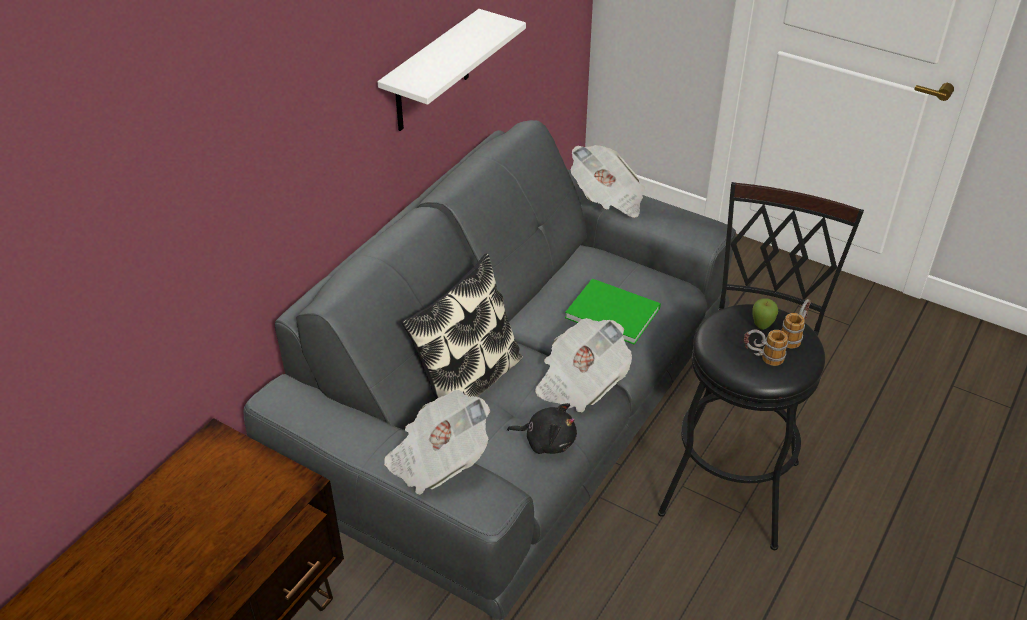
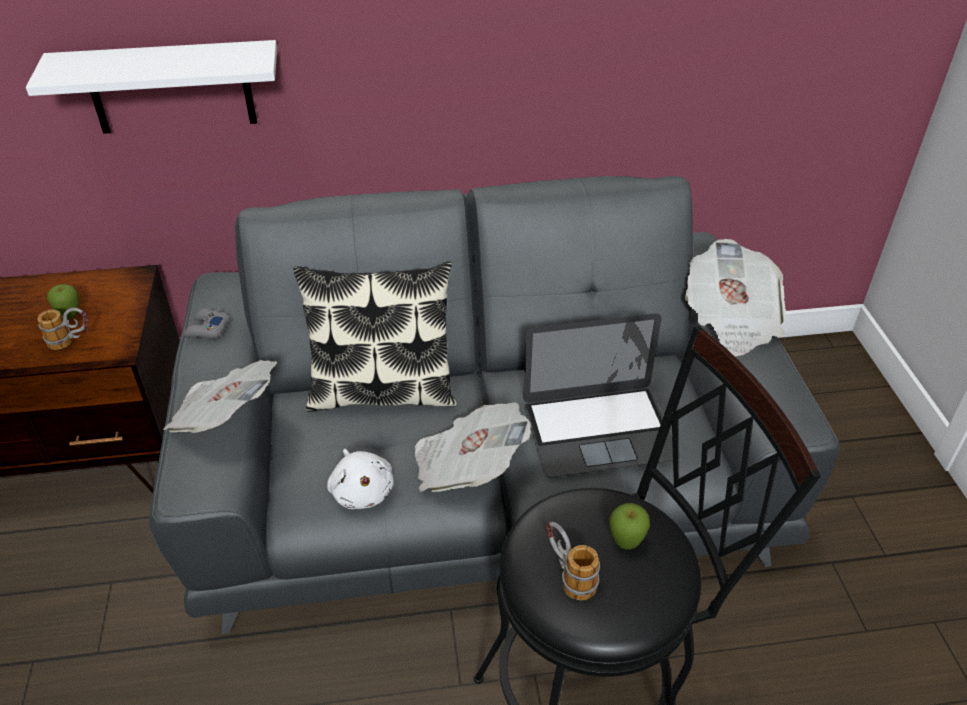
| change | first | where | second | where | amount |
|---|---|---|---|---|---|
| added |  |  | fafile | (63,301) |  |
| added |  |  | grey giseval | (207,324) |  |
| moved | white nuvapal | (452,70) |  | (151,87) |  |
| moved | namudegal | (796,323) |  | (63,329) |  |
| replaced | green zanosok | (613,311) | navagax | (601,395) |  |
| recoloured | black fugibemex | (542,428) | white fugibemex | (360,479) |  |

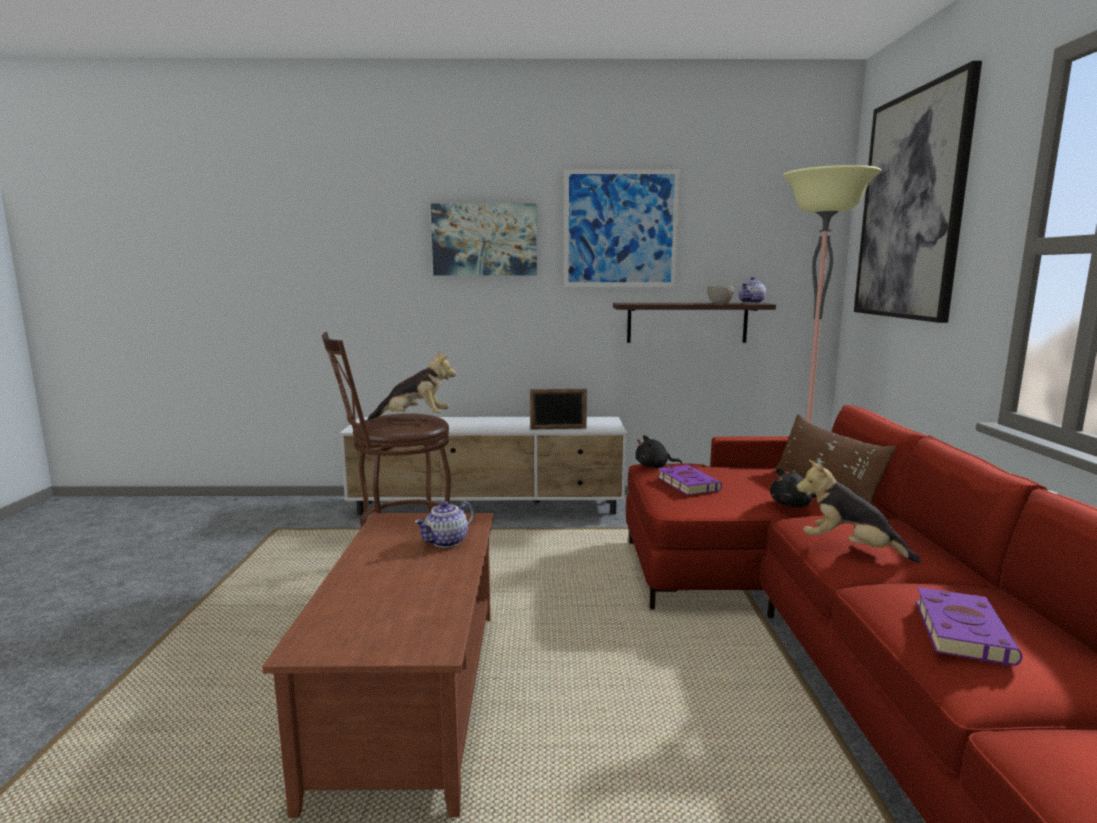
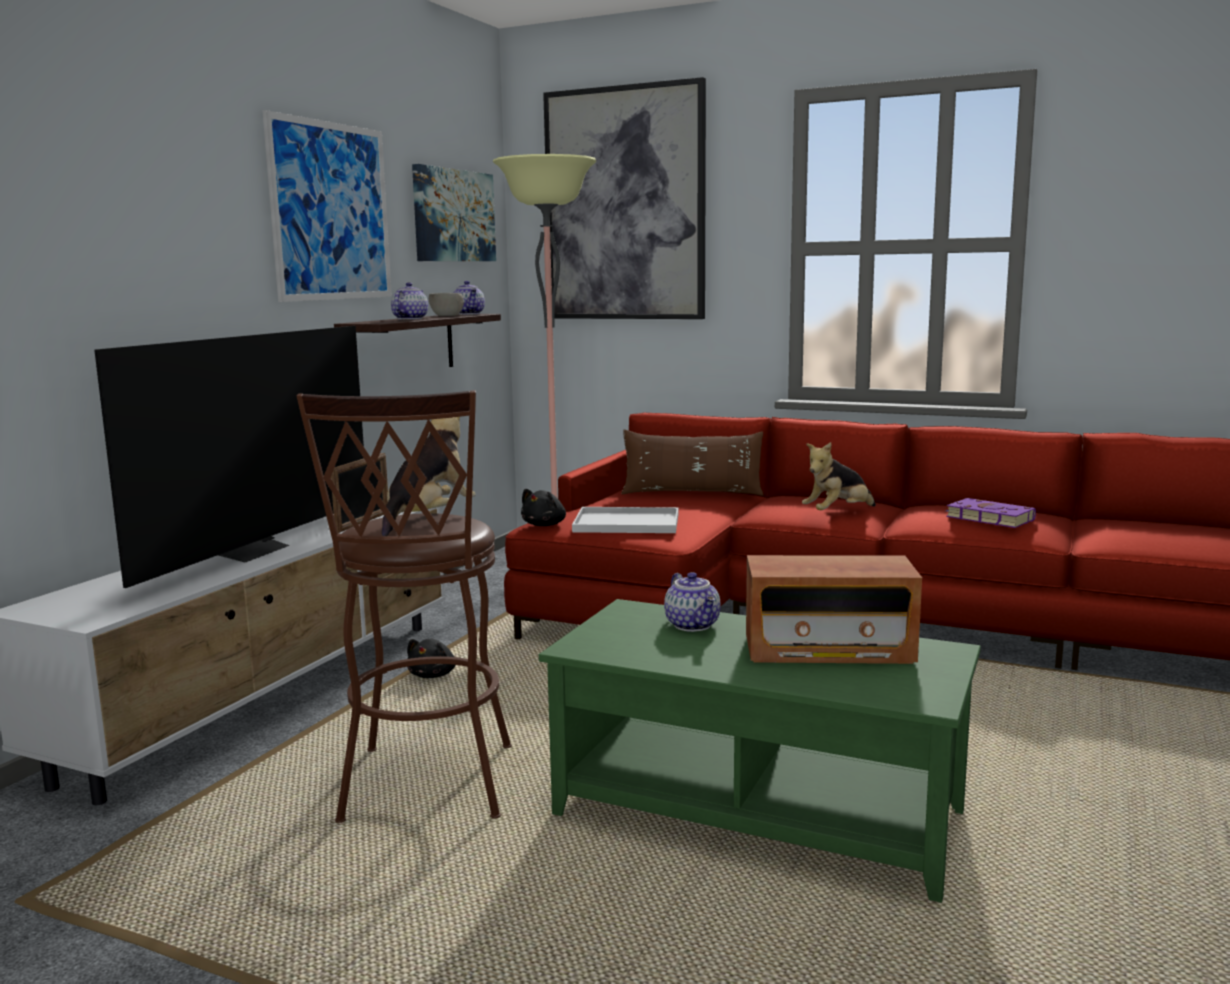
| change | first | where | second | where | amount |
|---|---|---|---|---|---|
| added |  |  | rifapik | (229,457) |  |
| added |  |  | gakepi | (409,301) |  |
| added |  |  | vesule | (834,609) |  |
| moved | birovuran | (484,239) |  | (454,212) |  |
| moved | black fugibemex | (793,488) |  | (431,658) |  |
| replaced | purple zanosok | (689,480) | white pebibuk | (625,520) |  |
| recoloured | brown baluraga | (378,665) | green baluraga | (760,751) |  |

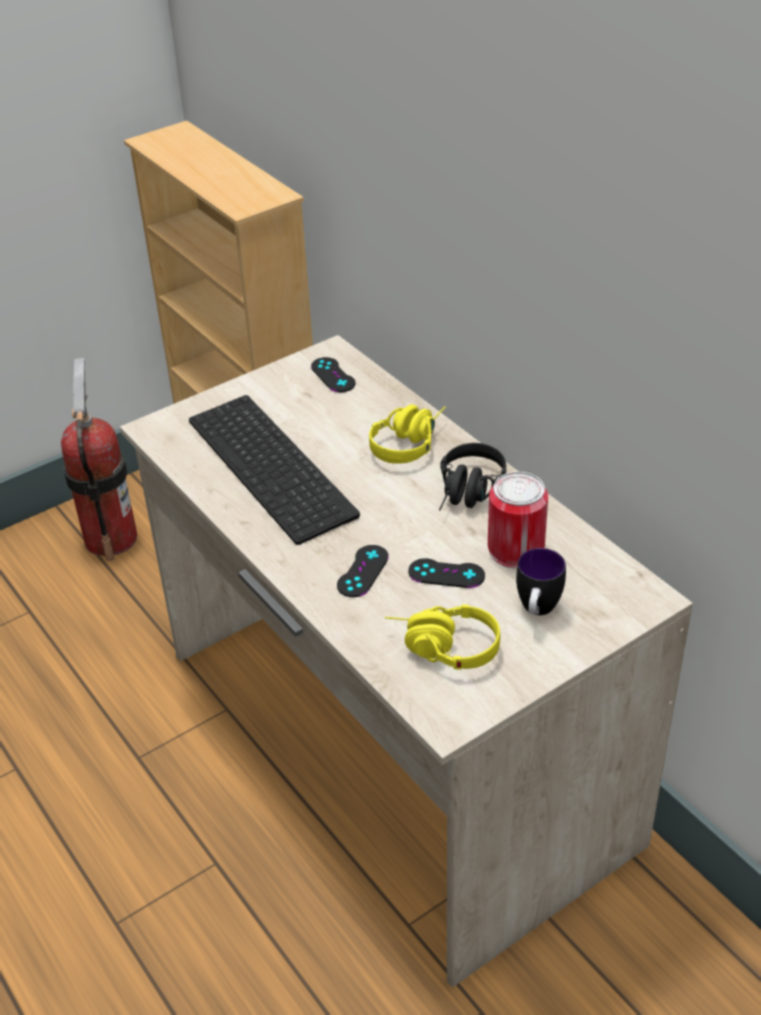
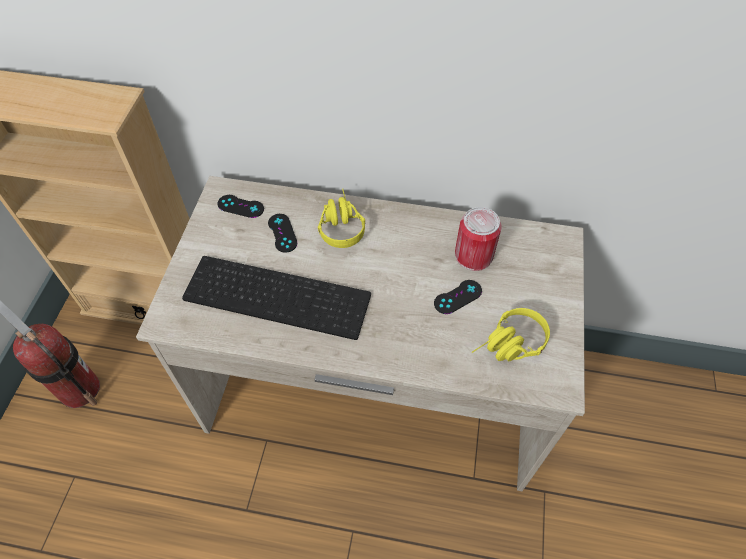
| change | first | where | second | where | amount |
|---|---|---|---|---|---|
| removed | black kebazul | (472,477) |  |  |  |
| removed | namudegal | (541,581) |  |  |  |
| moved | black giseval | (363,571) |  | (282,233) |  |

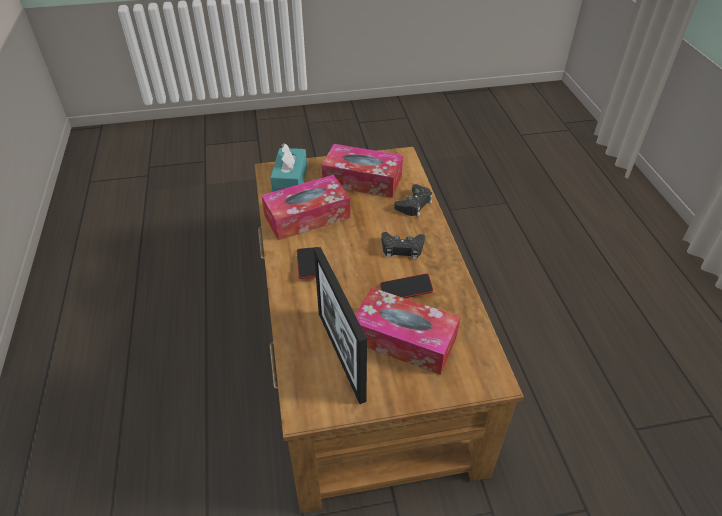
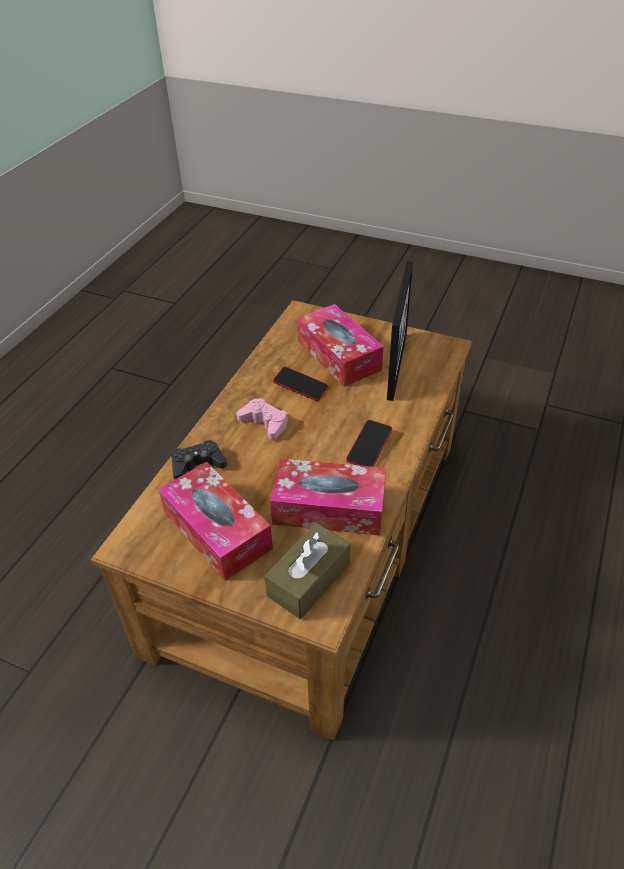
| change | first | where | second | where | amount |
|---|---|---|---|---|---|
| recoloured | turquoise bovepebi | (288,167) | brown bovepebi | (307,571) |  |
| recoloured | black giseval | (403,246) | pink giseval | (262,418) |  |

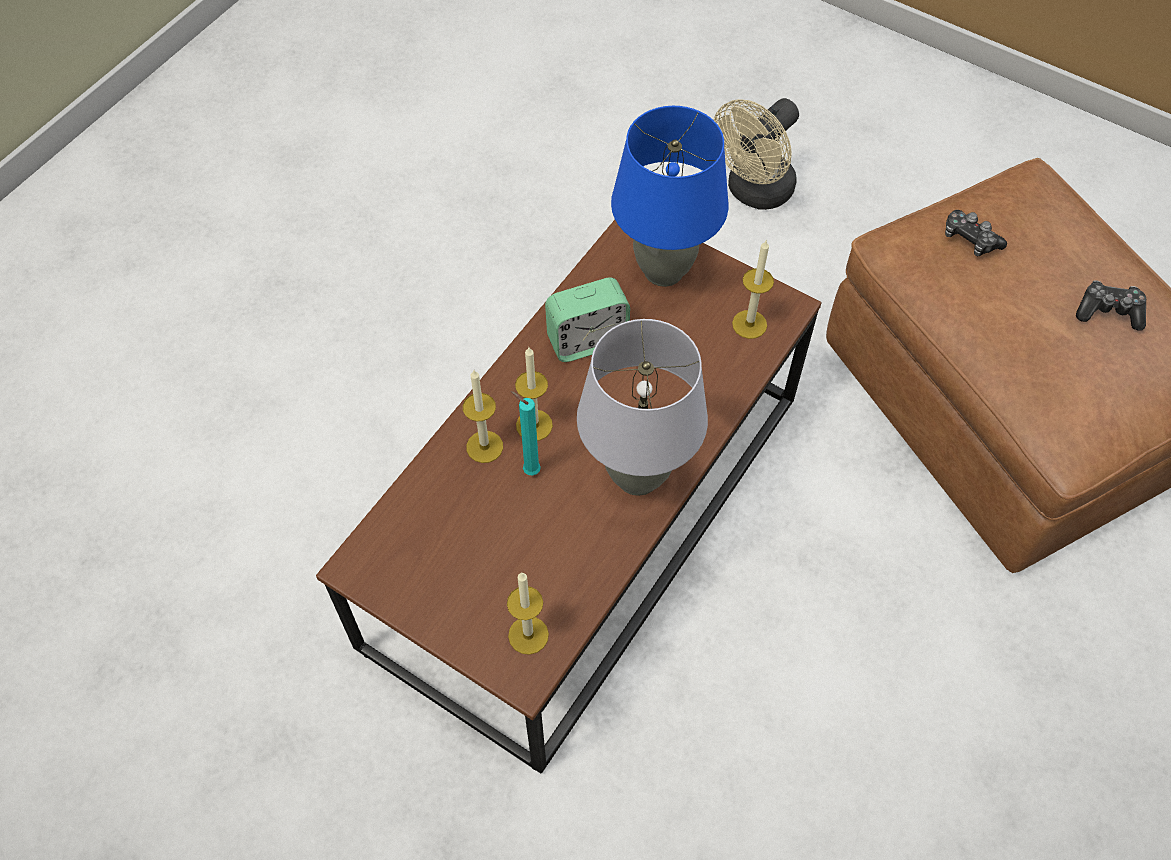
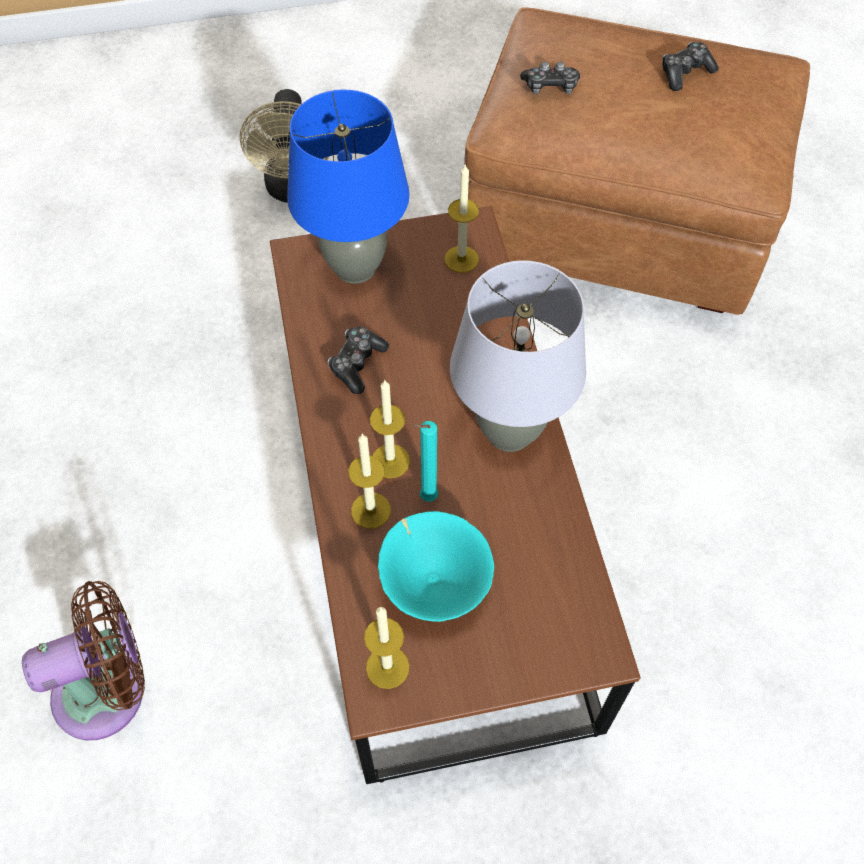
| change | first | where | second | where | amount |
|---|---|---|---|---|---|
| added |  |  | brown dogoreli | (83,660) |  |
| added |  |  | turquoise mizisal | (436,566) |  |
| moved | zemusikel | (528,614) |  | (387,648) |  |
| replaced | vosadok | (587,319) | giseval | (358,360) |  |

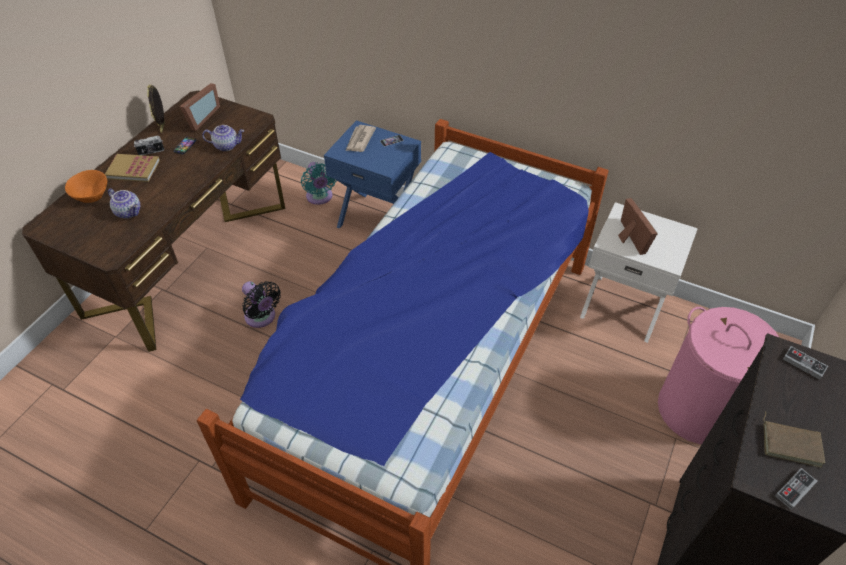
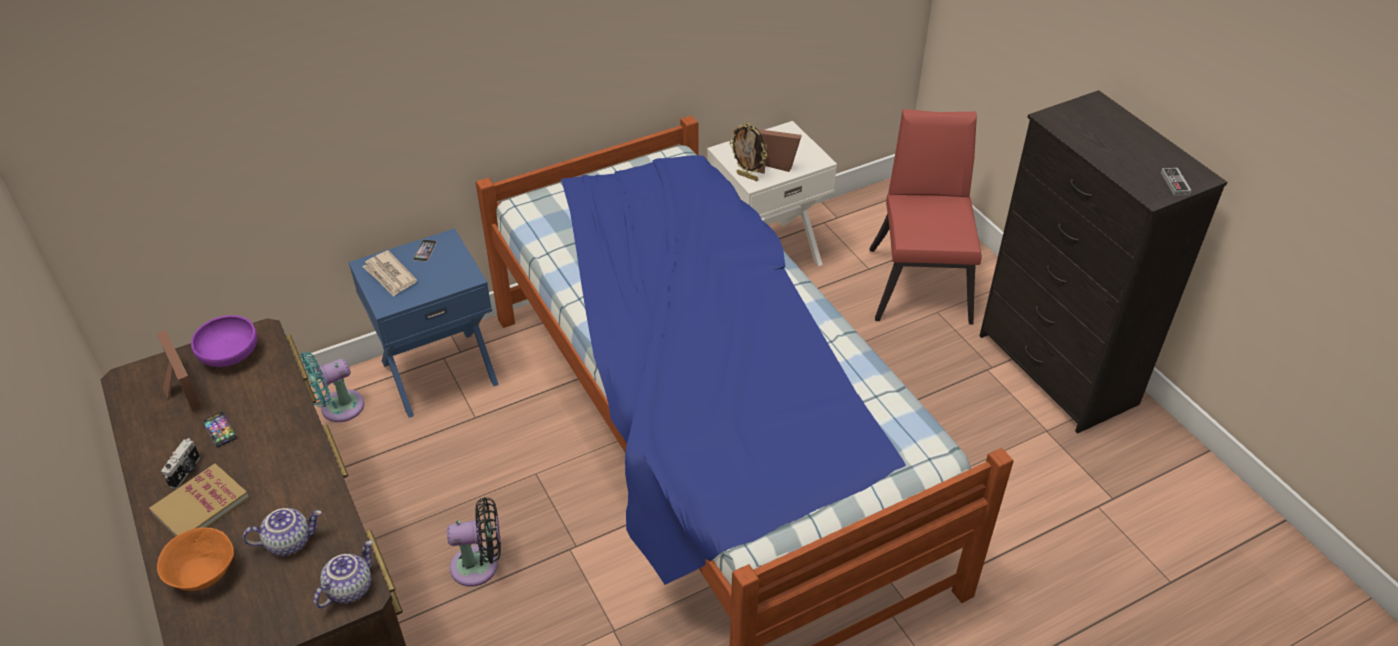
| change | first | where | second | where | amount |
|---|---|---|---|---|---|
| removed | brown zanosok | (794,439) |  |  |  |
| removed | giseval | (805,363) |  |  |  |
| added |  |  | purple mizisal | (224,341) |  |
| moved | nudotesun | (156,109) |  | (748,152) |  |
| moved | gakepi | (223,138) |  | (343,574) |  |
| replaced | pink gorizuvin | (718,375) | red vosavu | (926,216) |  |
| turned | turquoise dogoreli | (319,183) |  | (331,387) | 135 degrees clockwise |

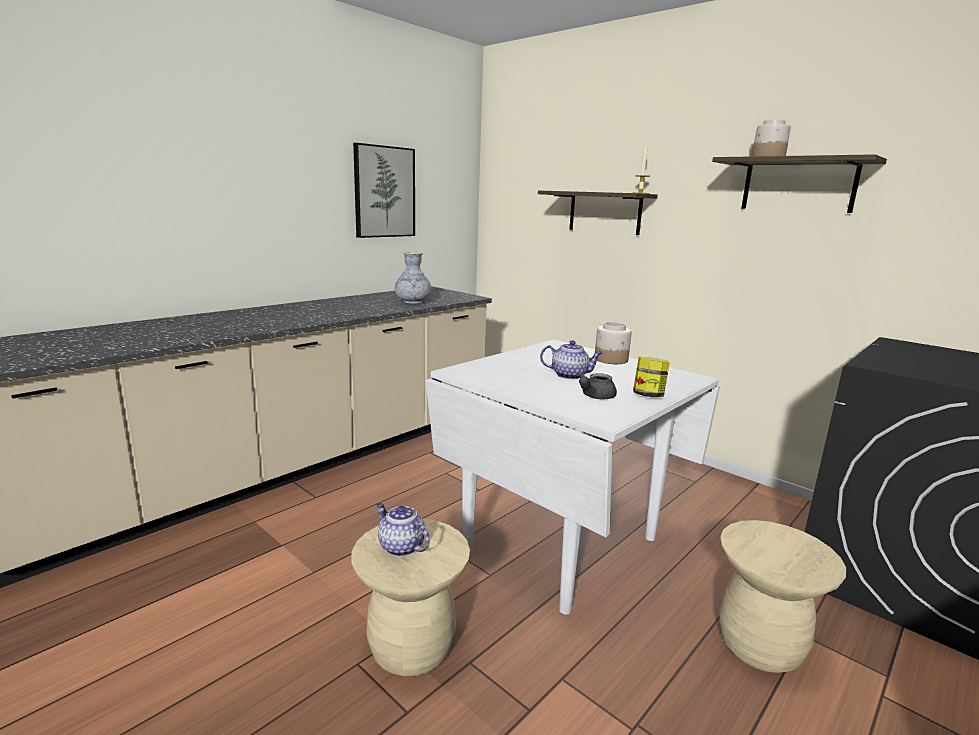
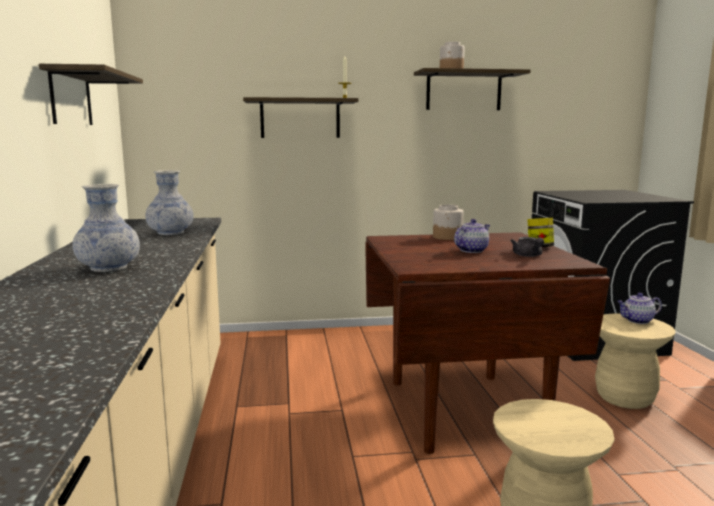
| change | first | where | second | where | amount |
|---|---|---|---|---|---|
| added |  |  | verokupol | (106,228) |  |
| moved | gakepi | (403,530) |  | (639,308) |  |
| replaced | birovuran | (384,190) | nuvapal | (91,94) |  |
| recoloured | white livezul | (572,477) | brown livezul | (487,343) |  |

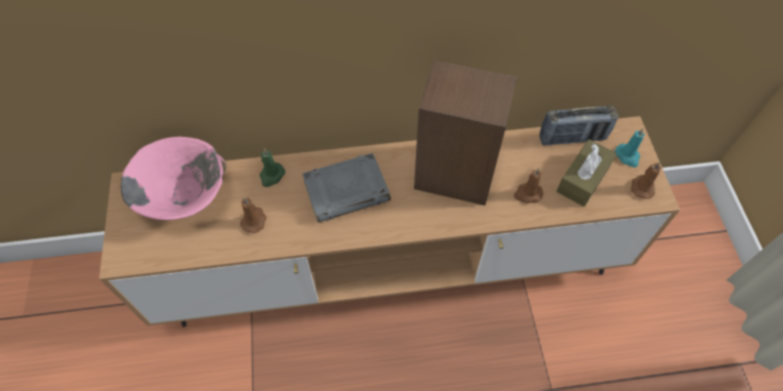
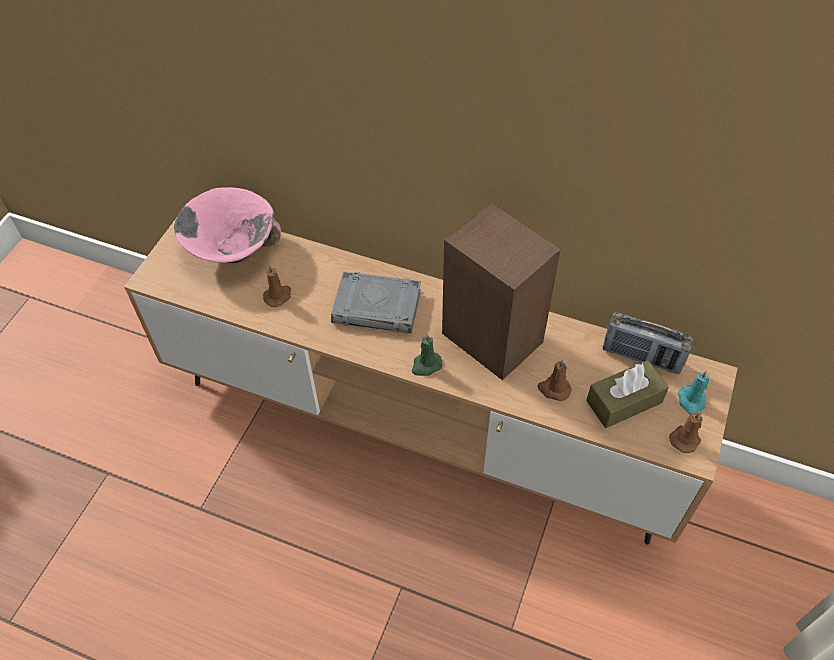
| change | first | where | second | where | amount |
|---|---|---|---|---|---|
| moved | green zemusikel | (272,167) |  | (427,355) |  |

